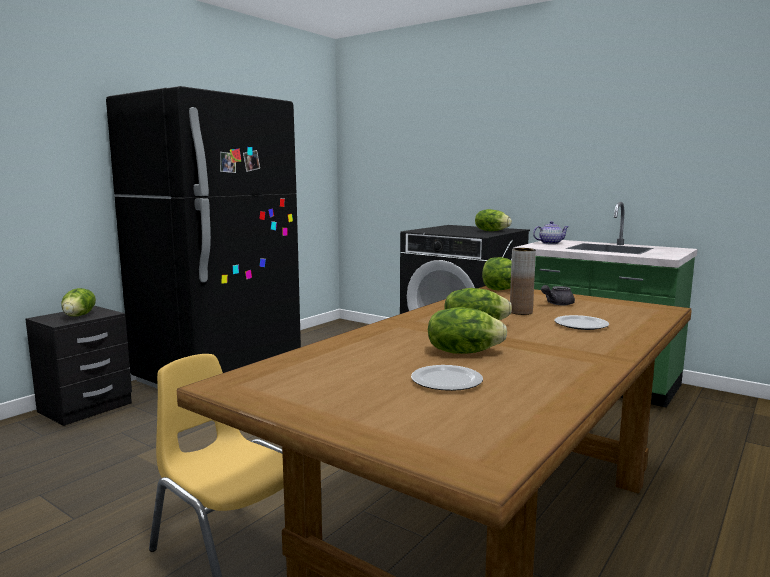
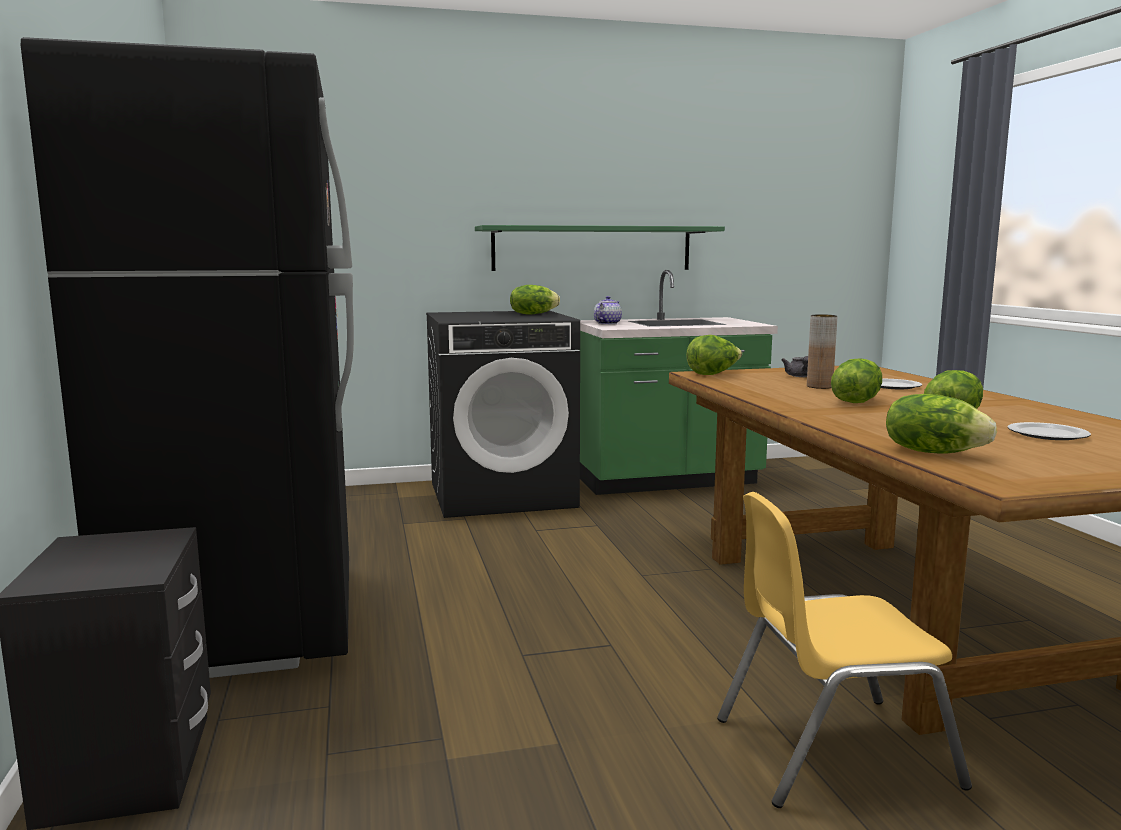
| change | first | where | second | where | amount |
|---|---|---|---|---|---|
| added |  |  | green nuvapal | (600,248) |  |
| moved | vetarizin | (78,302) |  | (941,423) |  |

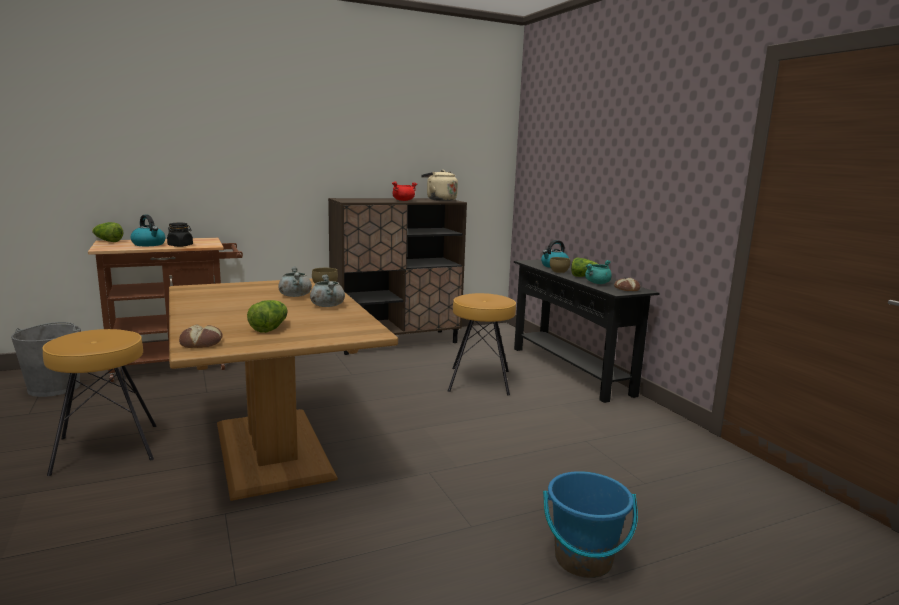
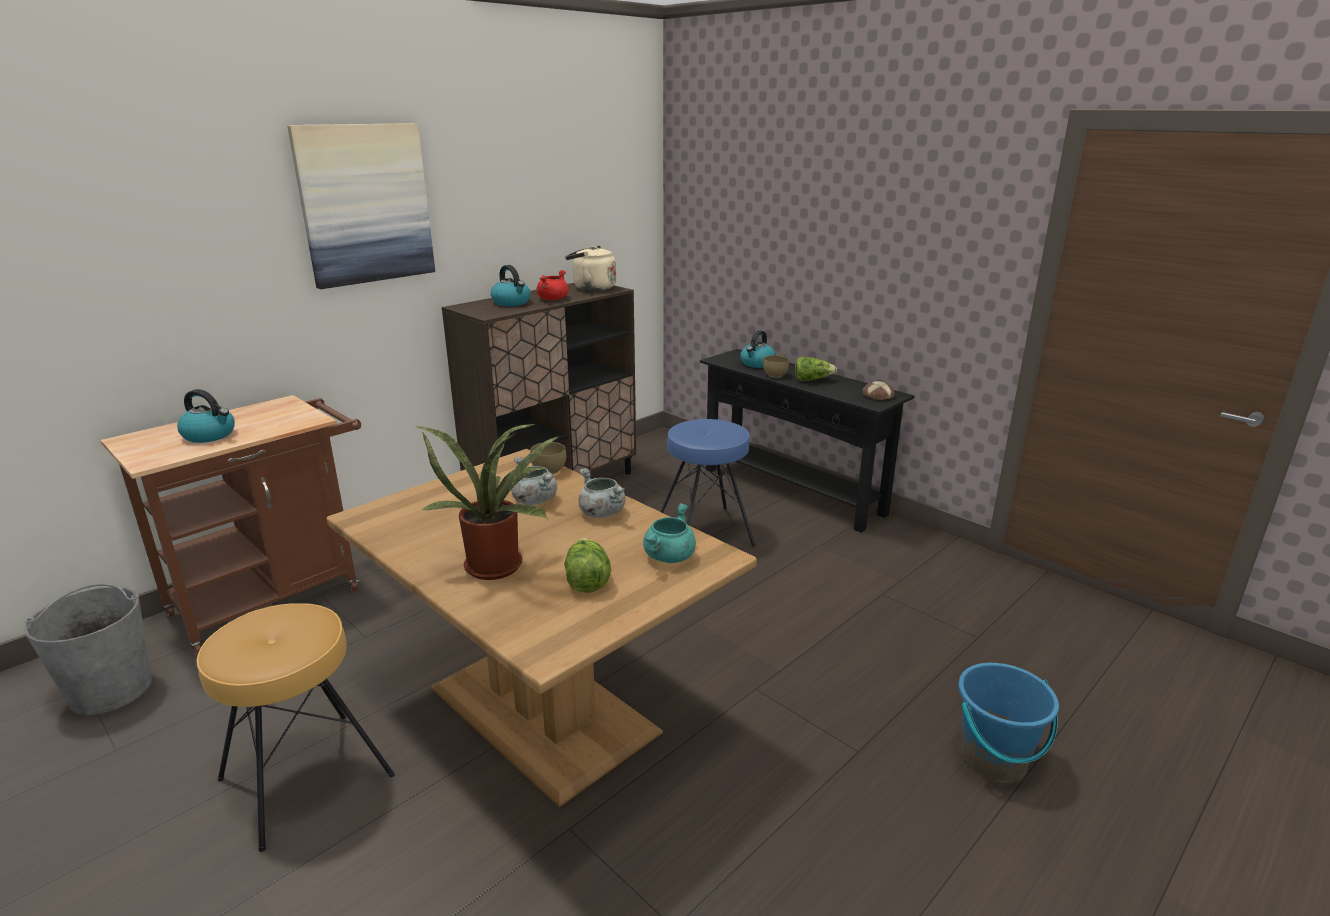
| change | first | where | second | where | amount |
|---|---|---|---|---|---|
| removed | vetarizin | (107,232) |  |  |  |
| removed | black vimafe | (180,235) |  |  |  |
| removed | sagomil | (201,336) |  |  |  |
| added |  |  | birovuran | (361,206) |  |
| added |  |  | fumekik | (487,502) |  |
| added |  |  | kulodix | (511,285) |  |
| moved | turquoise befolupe | (598,272) |  | (669,533) |  |
| recoloured | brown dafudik | (482,344) | blue dafudik | (708,483) |  |

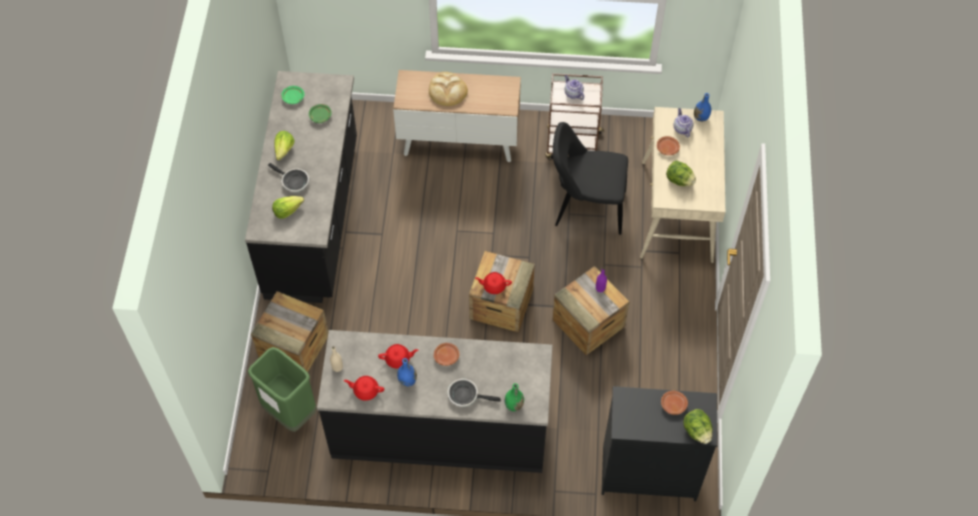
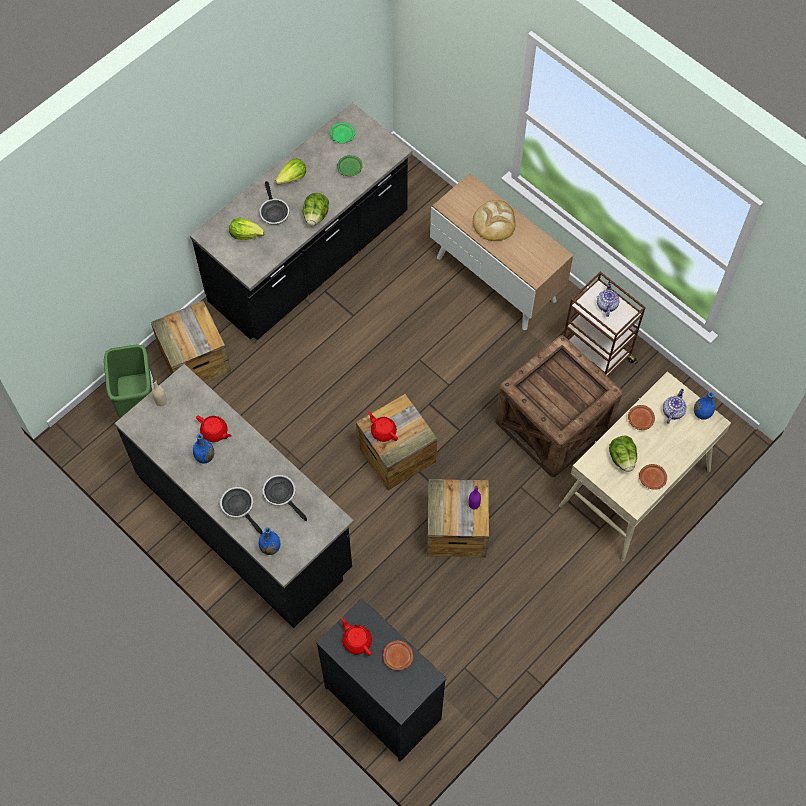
| change | first | where | second | where | amount |
|---|---|---|---|---|---|
| added |  |  | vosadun | (285,498) |  |
| moved | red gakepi | (364,388) |  | (356,636) |  |
| moved | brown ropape | (447,354) |  | (653,477) |  |
| moved | vetarizin | (698,426) |  | (316,209) |  |
| replaced | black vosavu | (590,178) | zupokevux | (558,406) |  |
| recoloured | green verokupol | (514,397) | blue verokupol | (269,541) |  |

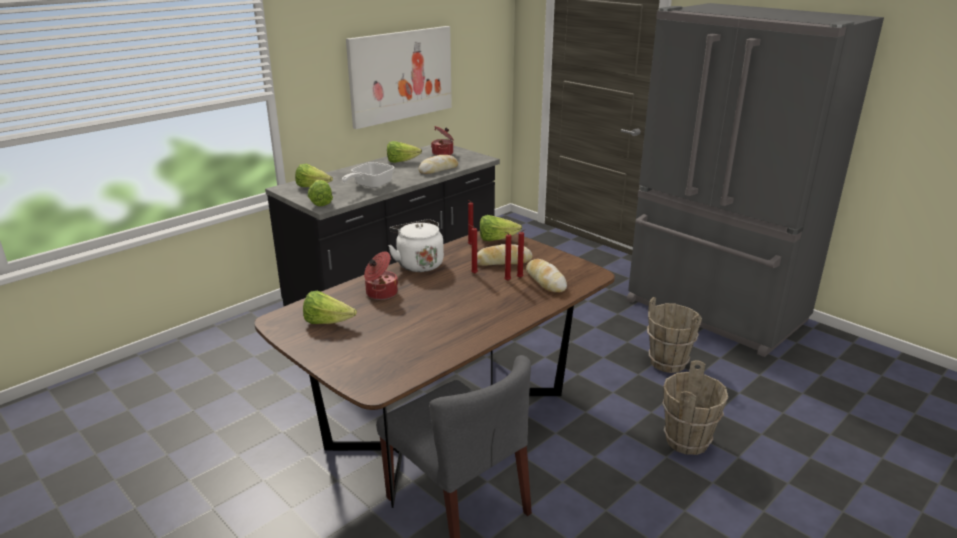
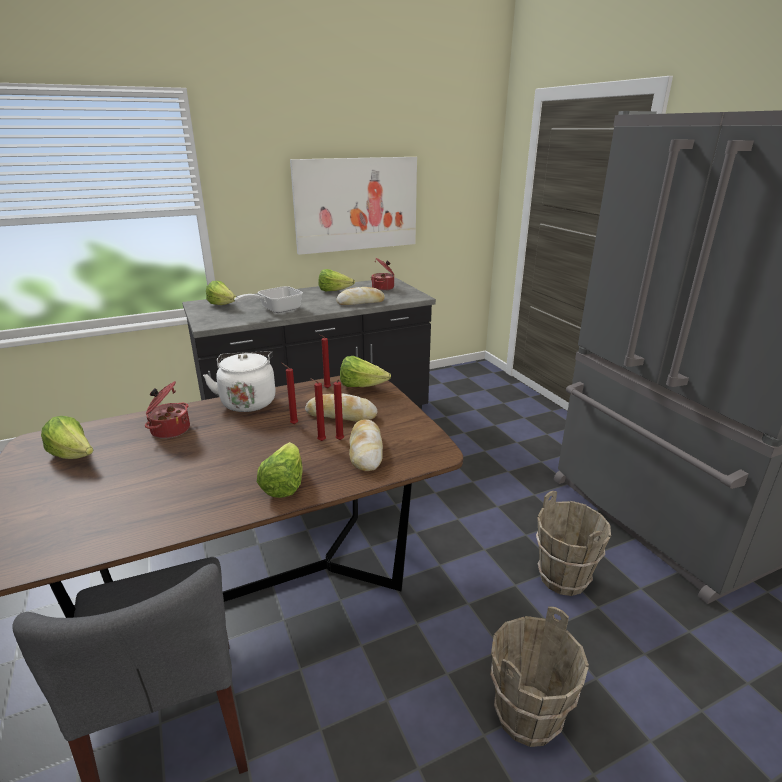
| change | first | where | second | where | amount |
|---|---|---|---|---|---|
| moved | vetarizin | (320,192) |  | (280,470) |  |

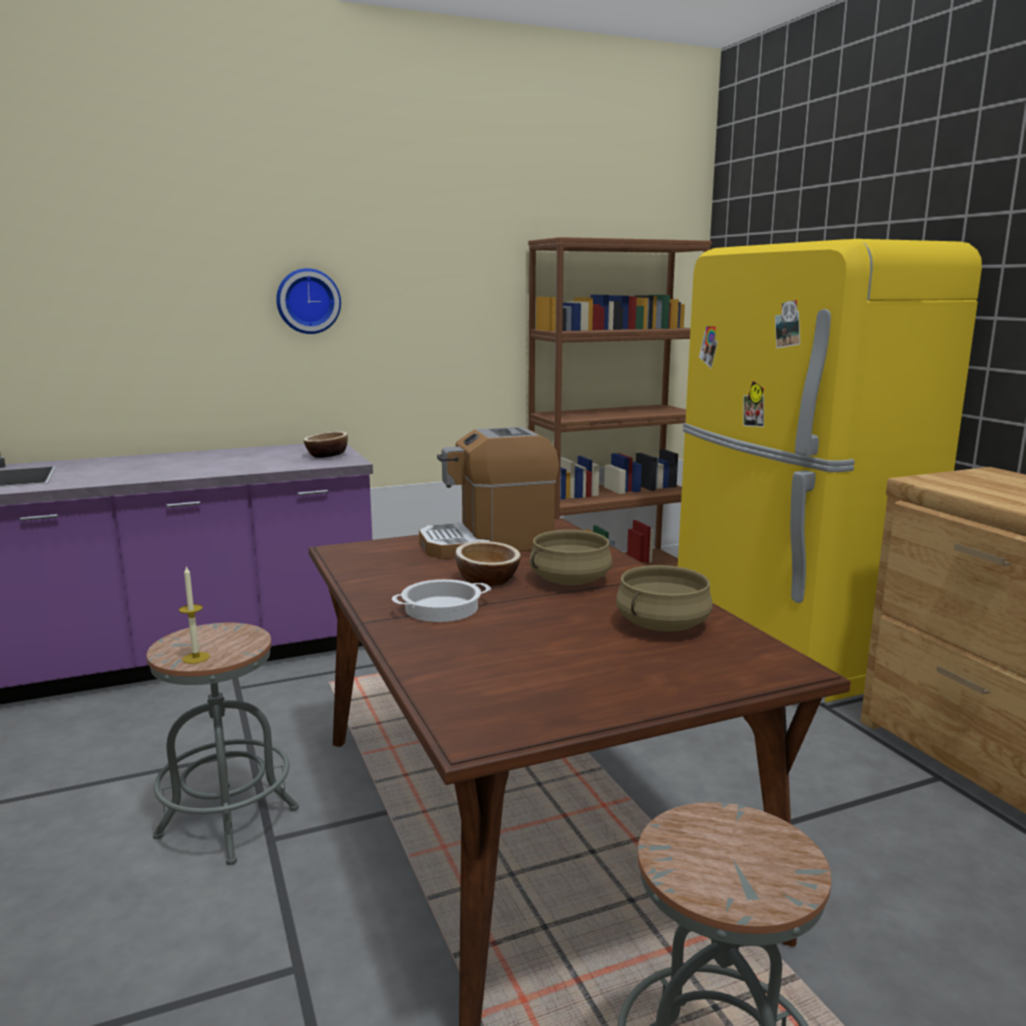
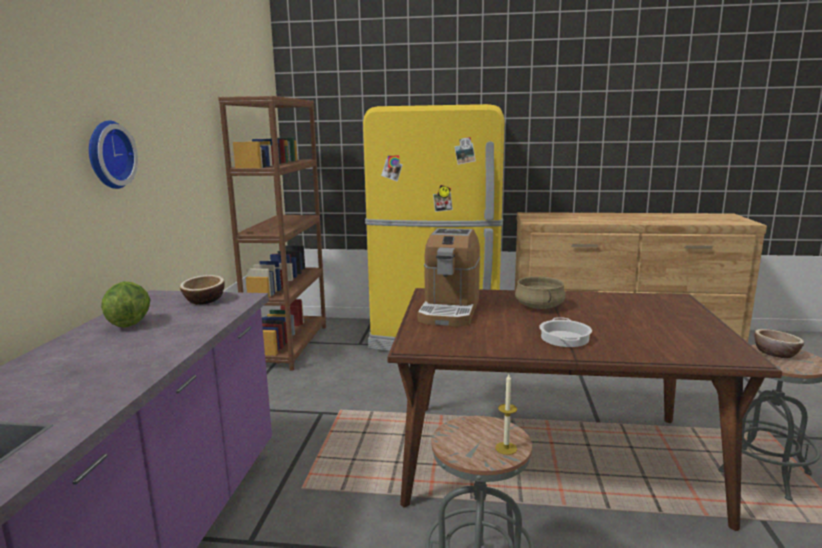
| change | first | where | second | where | amount |
|---|---|---|---|---|---|
| removed | beige befolupe | (664,598) |  |  |  |
| added |  |  | vetarizin | (125,304) |  |
| moved | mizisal | (488,563) |  | (779,343) |  |

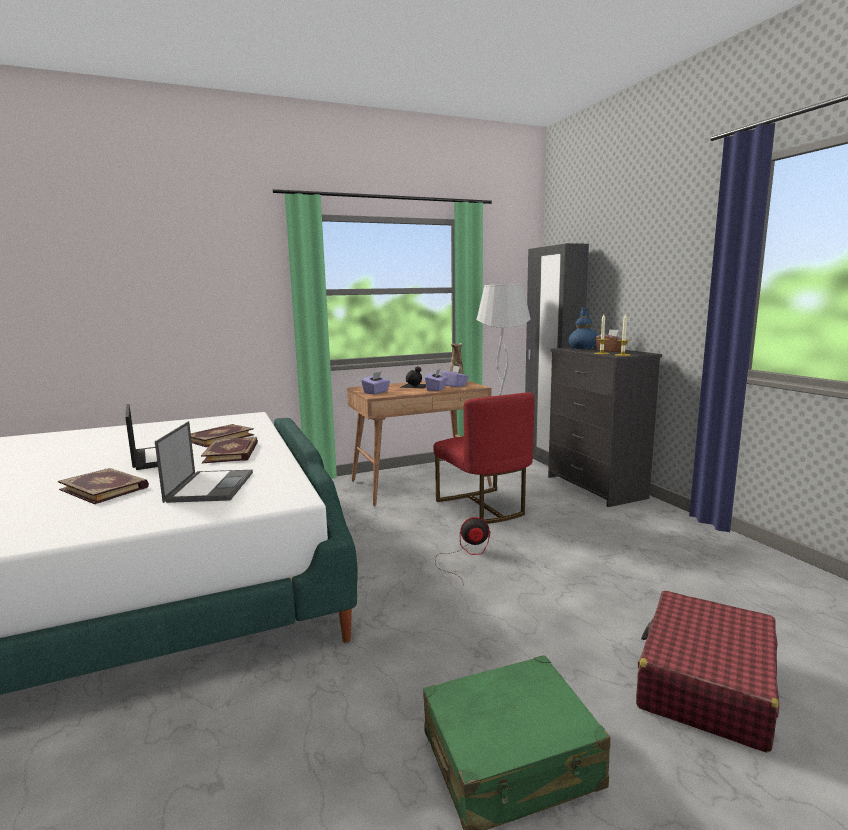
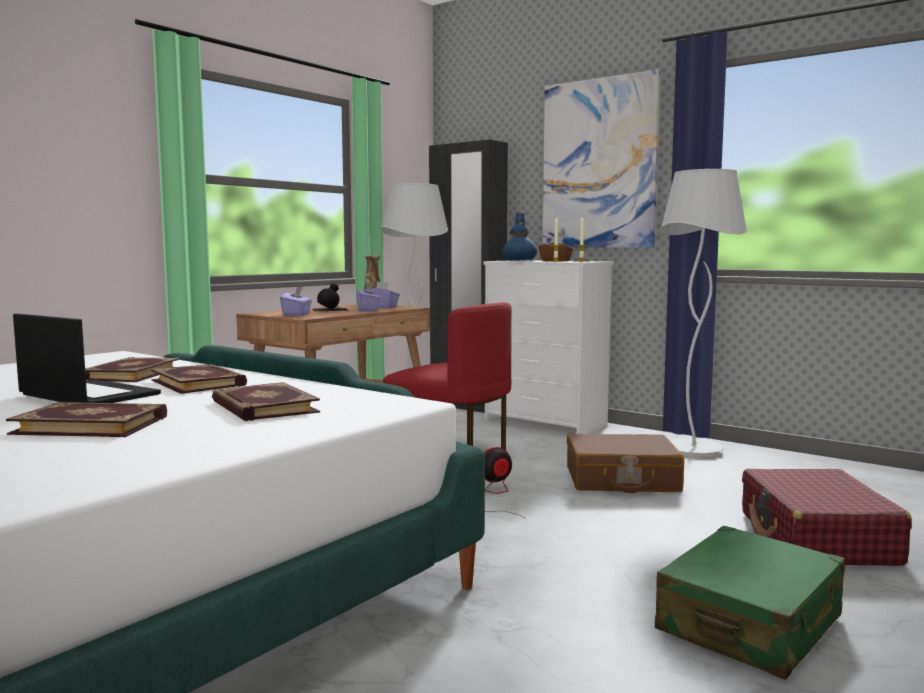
| change | first | where | second | where | amount |
|---|---|---|---|---|---|
| added |  |  | birovuran | (602,158) |  |
| added |  |  | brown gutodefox | (625,463) |  |
| added |  |  | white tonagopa | (703,313) |  |
| replaced | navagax | (204,462) | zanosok | (266,401) |  |
| recoloured | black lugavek | (605,426) | white lugavek | (549,347) |  |

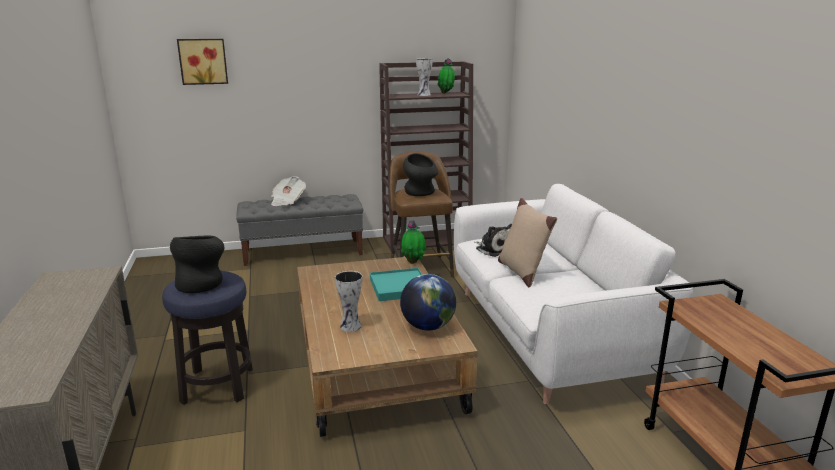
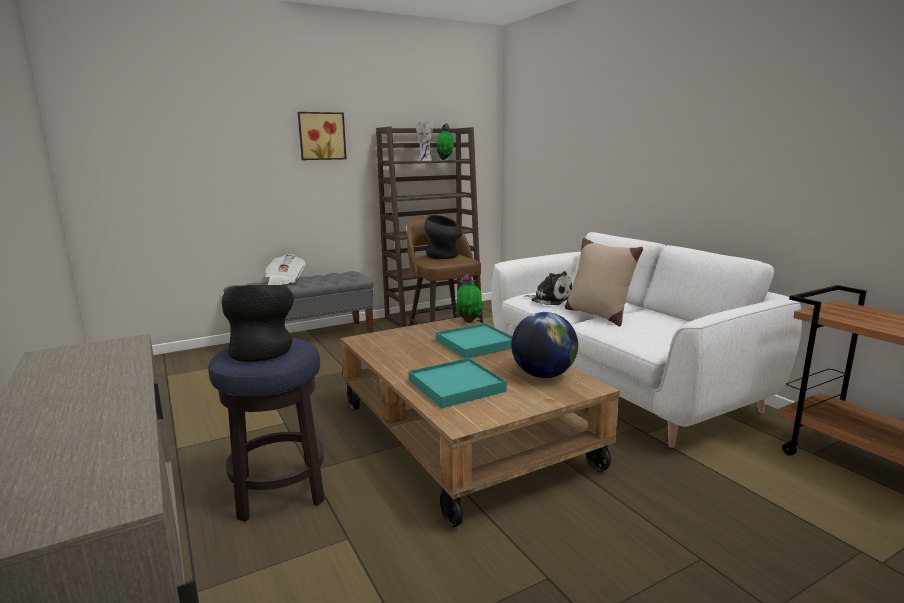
| change | first | where | second | where | amount |
|---|---|---|---|---|---|
| moved | birovuran | (202,62) |  | (322,136) |  |
| replaced | verokupol | (349,301) | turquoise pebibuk | (458,383) |  |

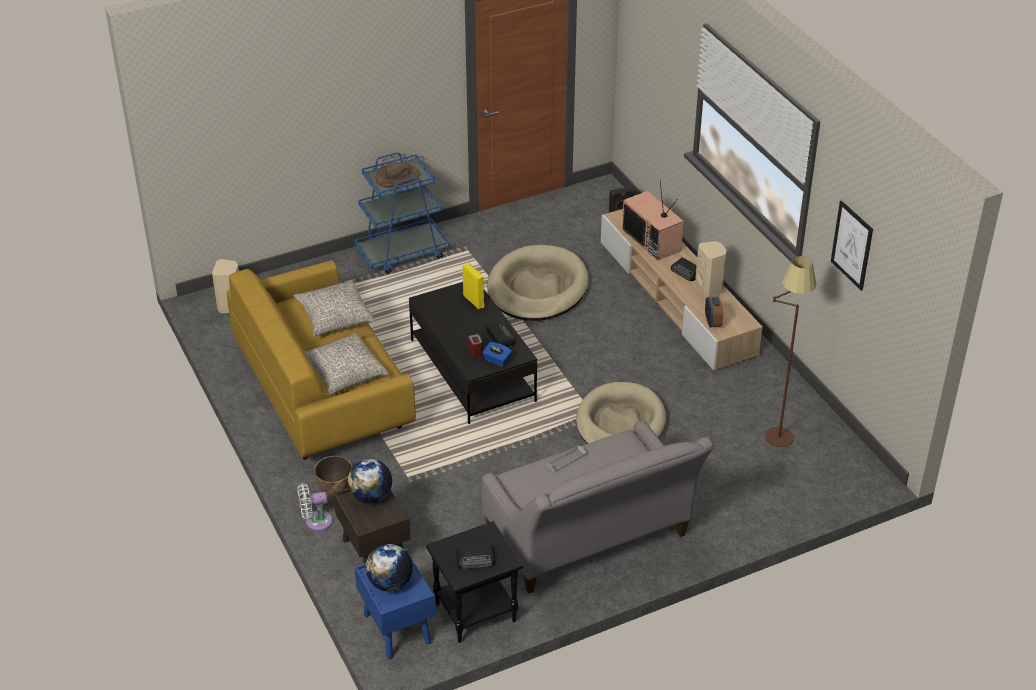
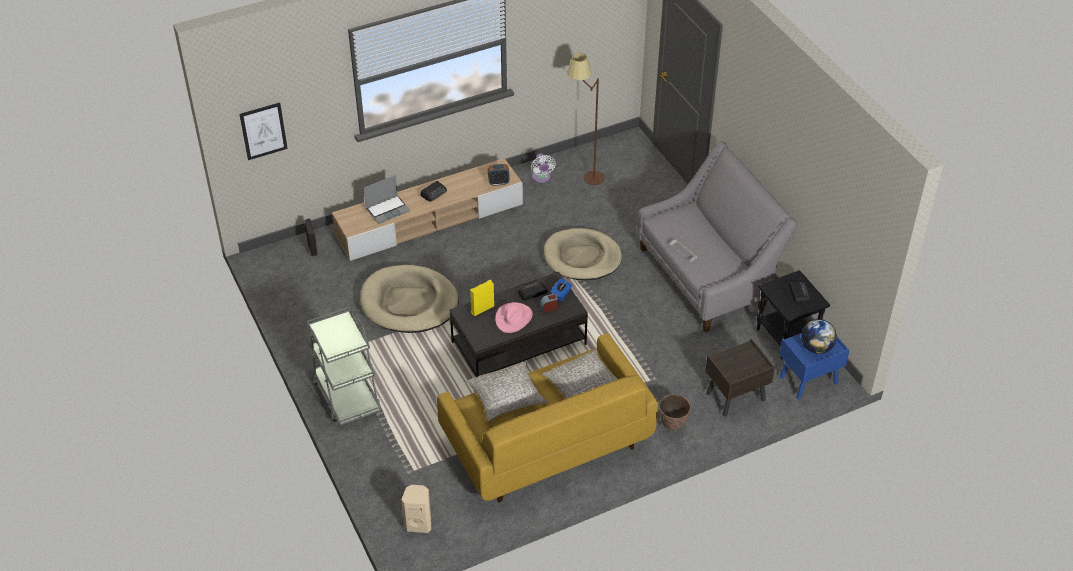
| change | first | where | second | where | amount |
|---|---|---|---|---|---|
| removed | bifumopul | (370,481) |  |  |  |
| removed | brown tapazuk | (397,174) |  |  |  |
| removed | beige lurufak | (711,269) |  |  |  |
| added |  |  | pink tapazuk | (514,317) |  |
| moved | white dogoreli | (315,507) |  | (543,168) |  |
| moved | birovuran | (852,245) |  | (264,131) |  |
| replaced | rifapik | (653,220) | navagax | (387,199) |  |
| recoloured | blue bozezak | (402,212) | grey bozezak | (344,366) |  |

